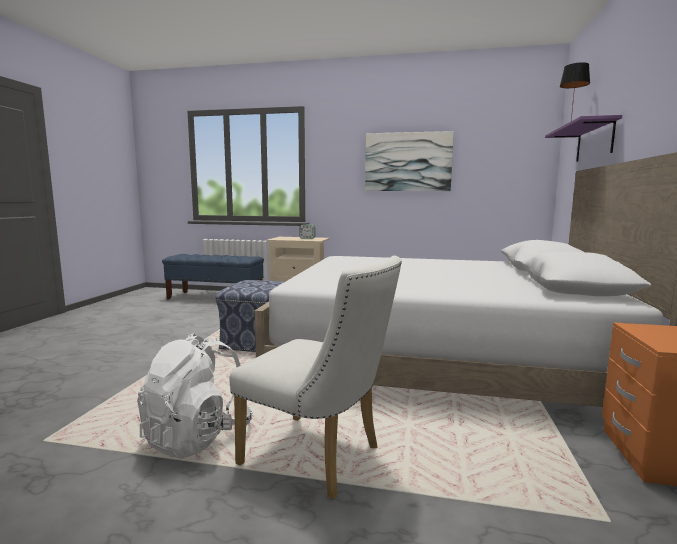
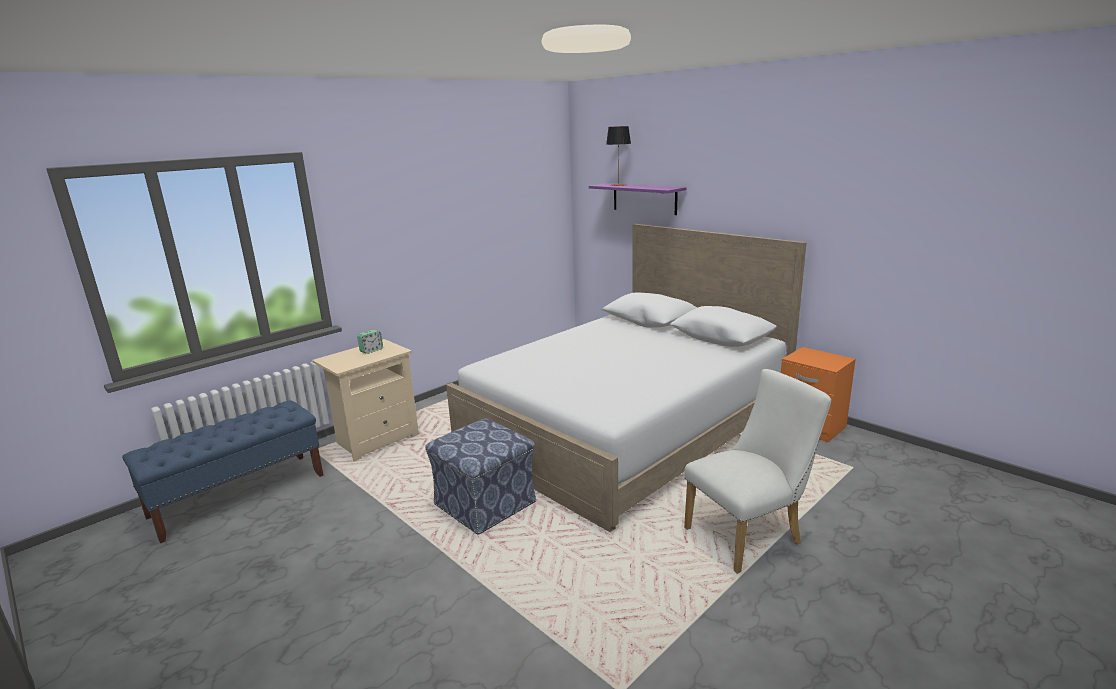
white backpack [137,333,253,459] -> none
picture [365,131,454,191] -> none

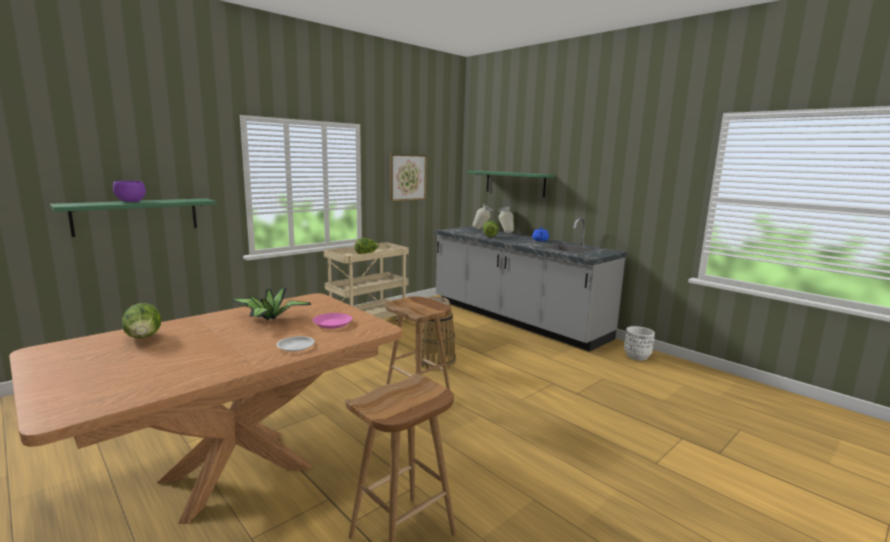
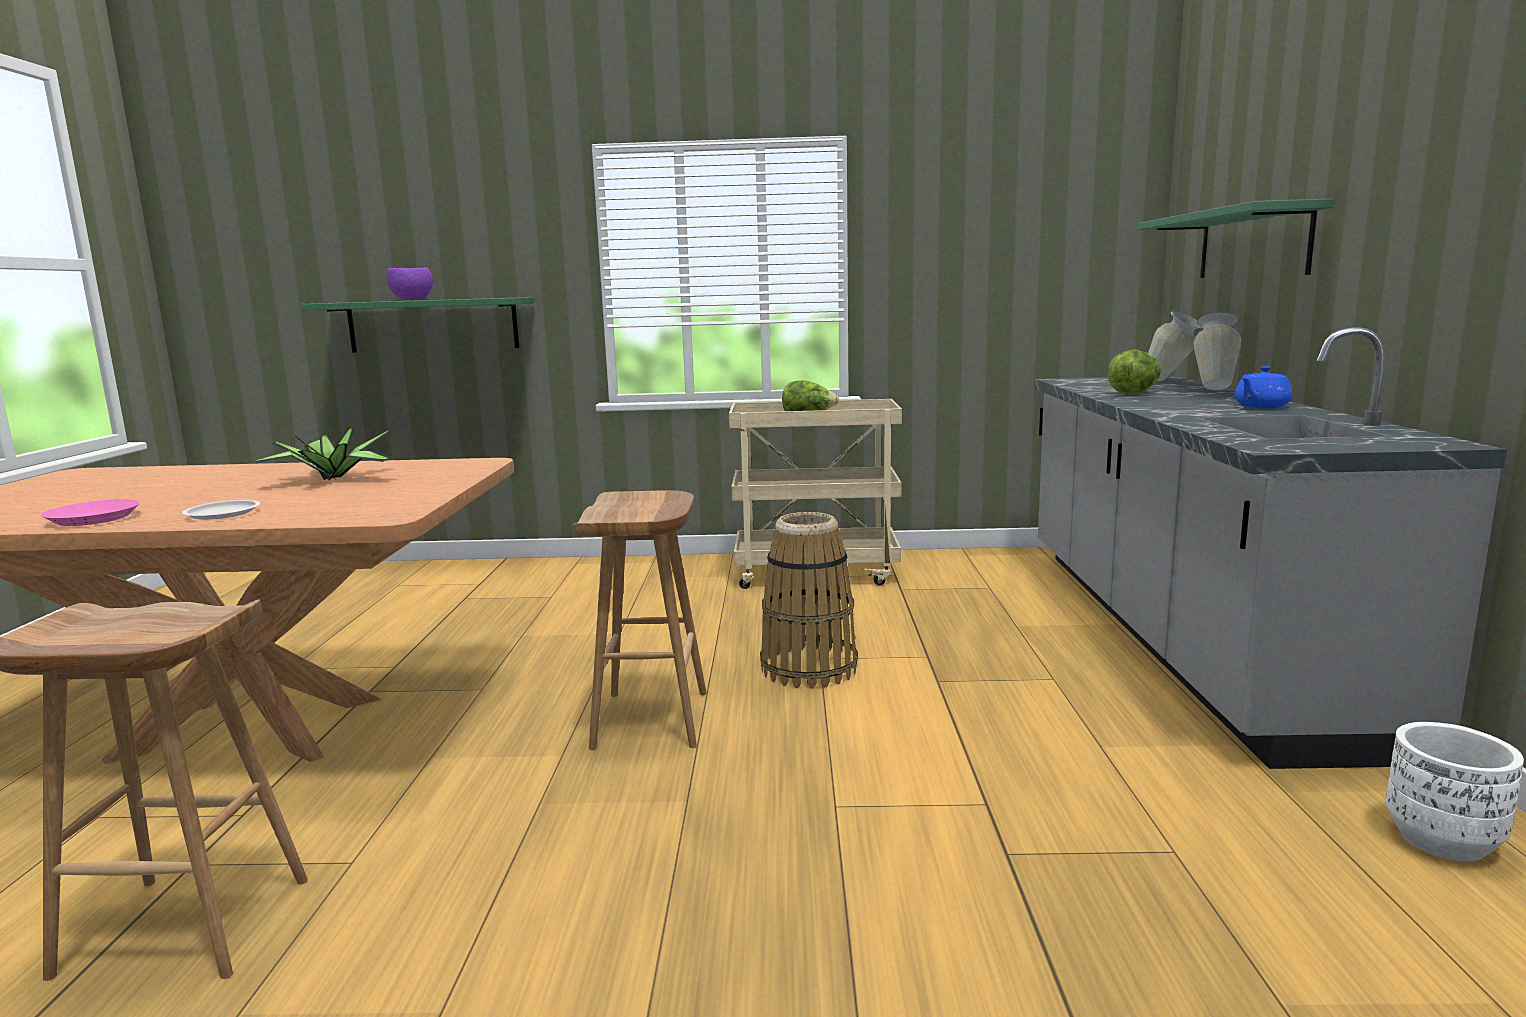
lettuce [122,303,161,338] -> none
pink plate [313,313,352,329] -> pink plate [41,499,140,526], moved
picture [390,154,427,201] -> none

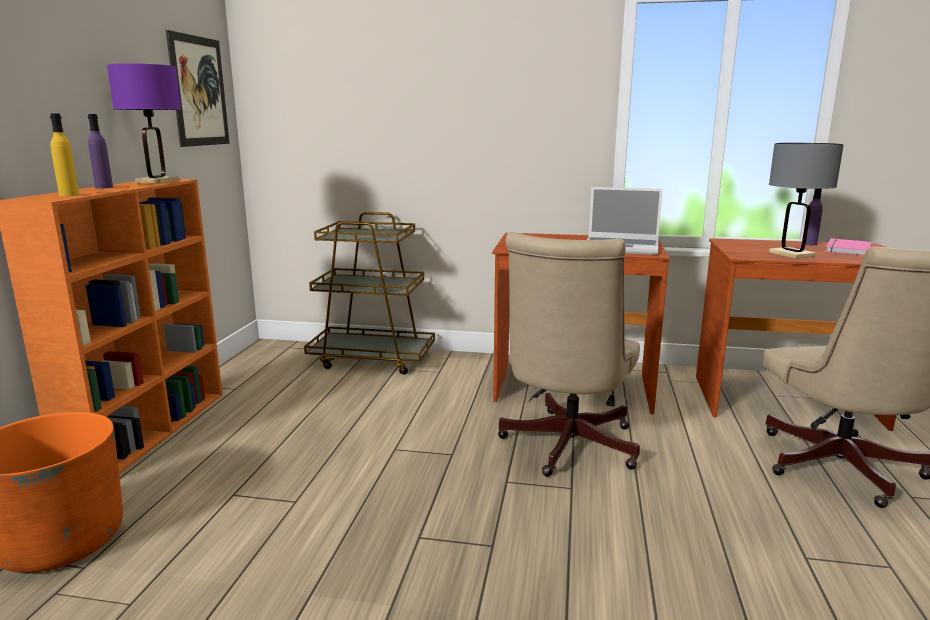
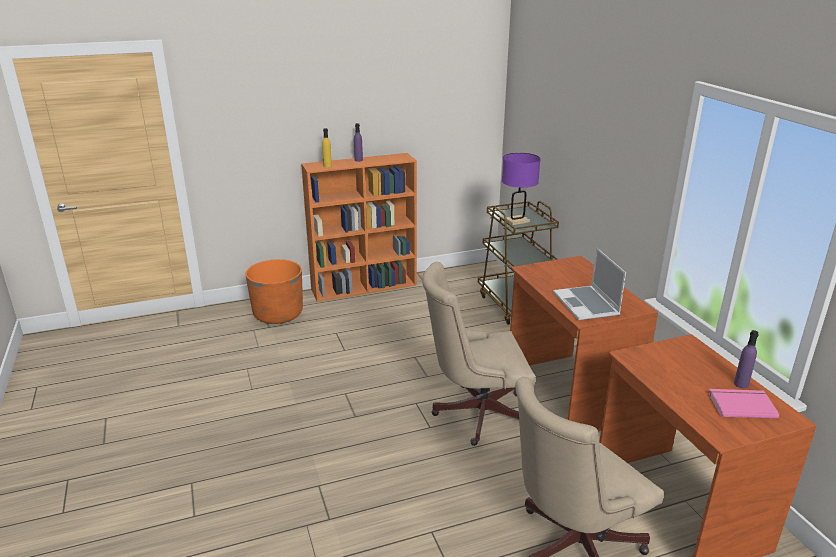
purple table lamp [107,63,181,183] -> purple table lamp [502,153,540,225], moved
picture [166,30,230,147] -> none
grey table lamp [769,143,844,259] -> none

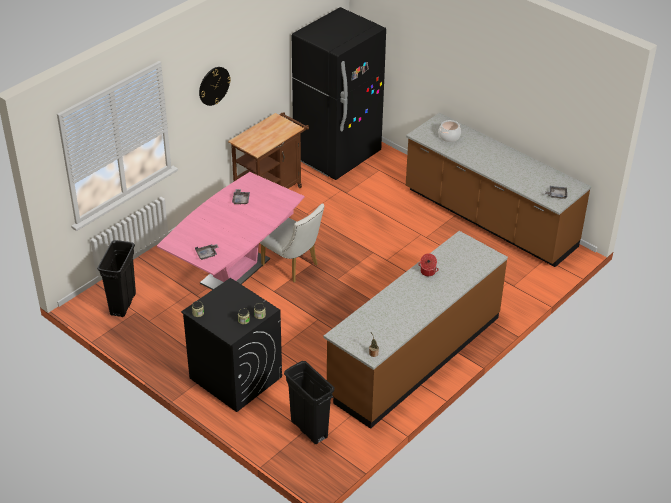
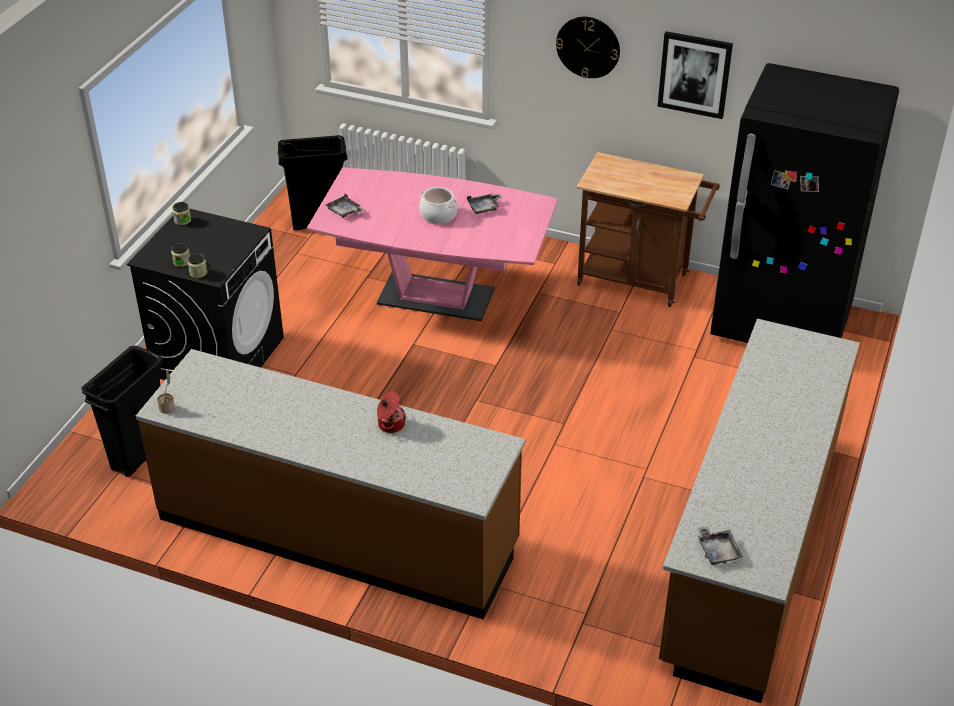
white chair [260,204,324,282] -> none
cooking pot [438,120,461,142] -> cooking pot [419,187,458,224], moved
none -> picture [658,31,733,119]

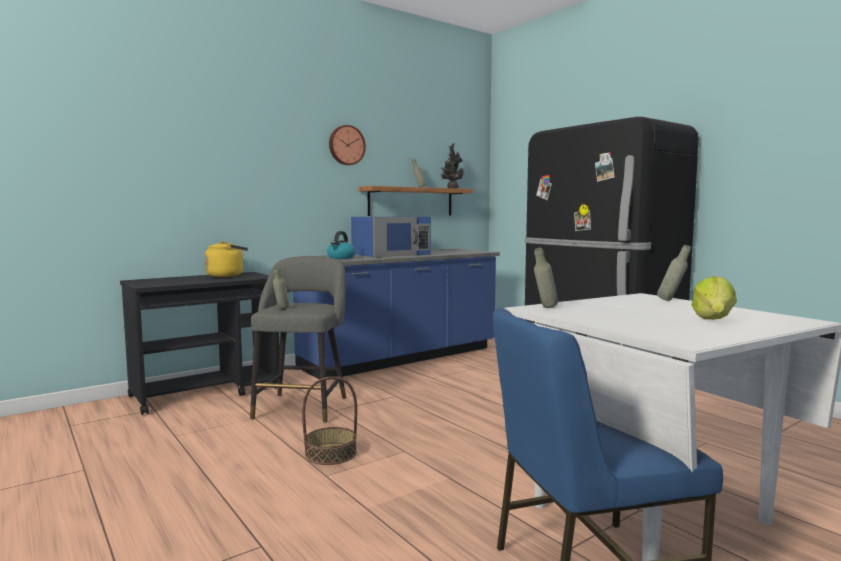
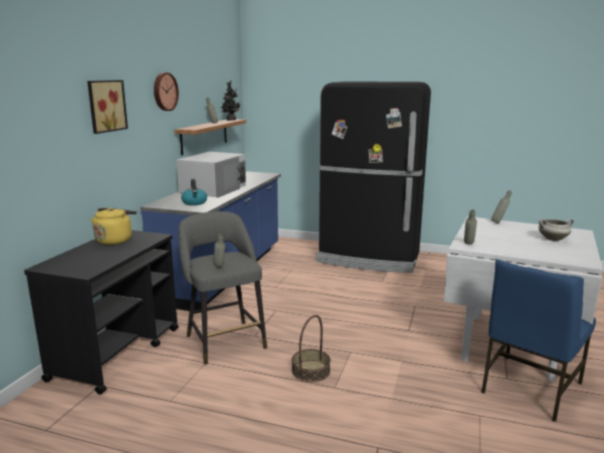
blue microwave [351,217,431,258] -> white microwave [176,152,246,198]
lettuce [692,276,737,320] -> white cooking pot [538,218,574,241]
none -> picture [87,80,128,134]

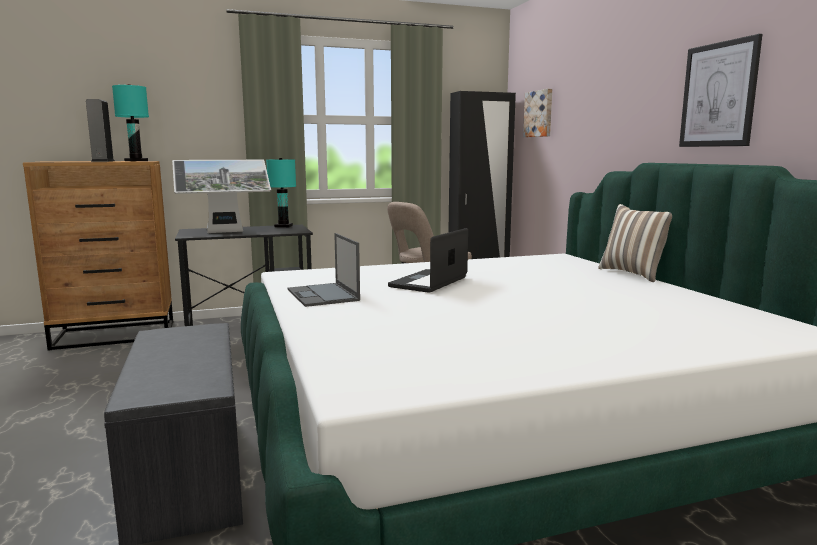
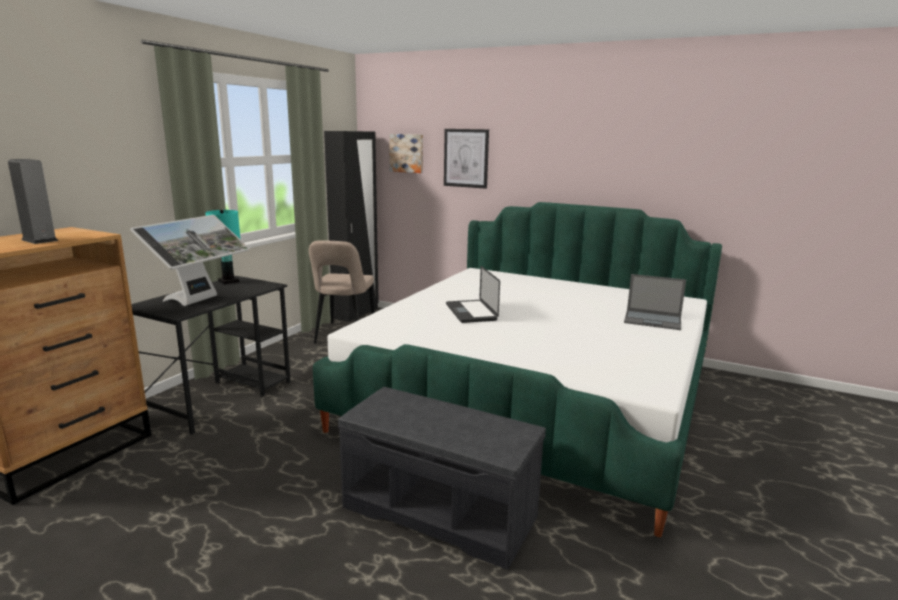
turquoise table lamp [112,85,149,161] -> none
laptop [288,233,360,307] -> laptop [624,274,686,330], moved
pillow [598,204,672,282] -> none
picture [679,34,762,147] -> picture [444,129,489,189], moved

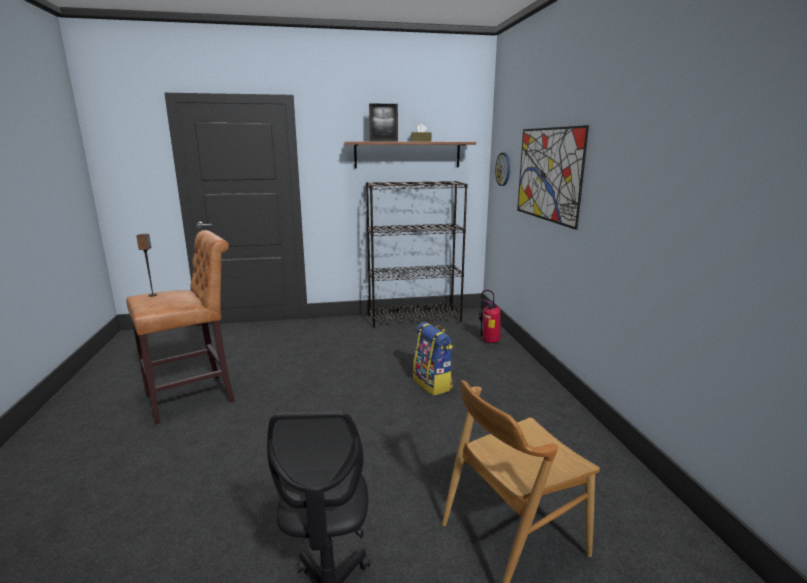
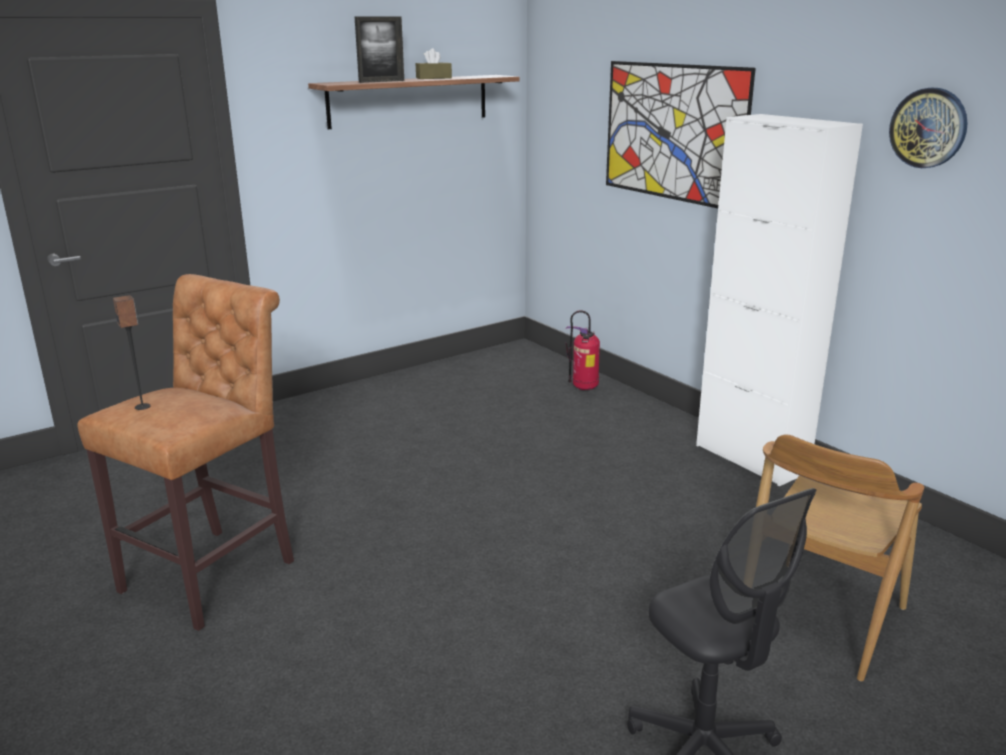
black bookcase [366,181,468,328] -> none
backpack [413,322,453,396] -> none
wall clock [495,152,510,186] -> wall clock [889,88,968,168], moved
none -> white cabinet [696,114,863,486]

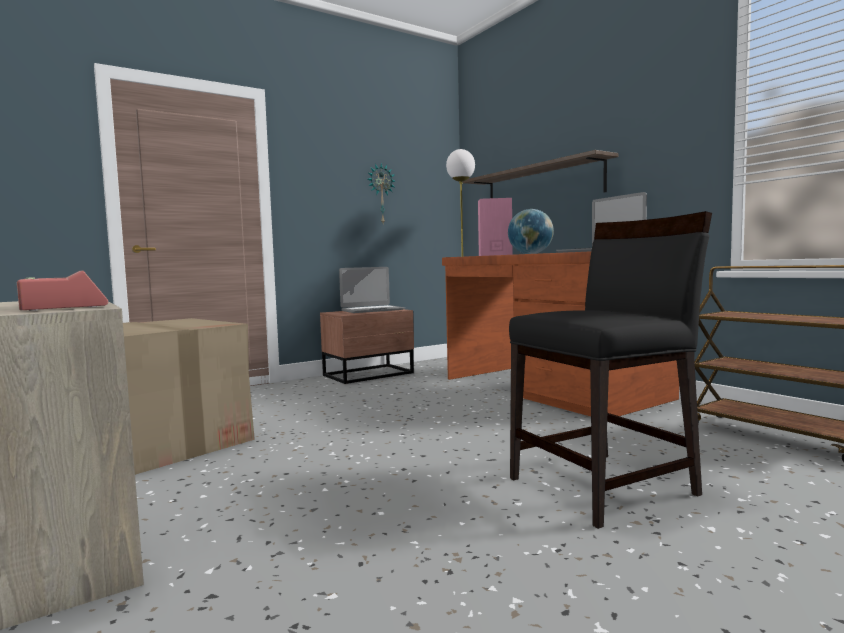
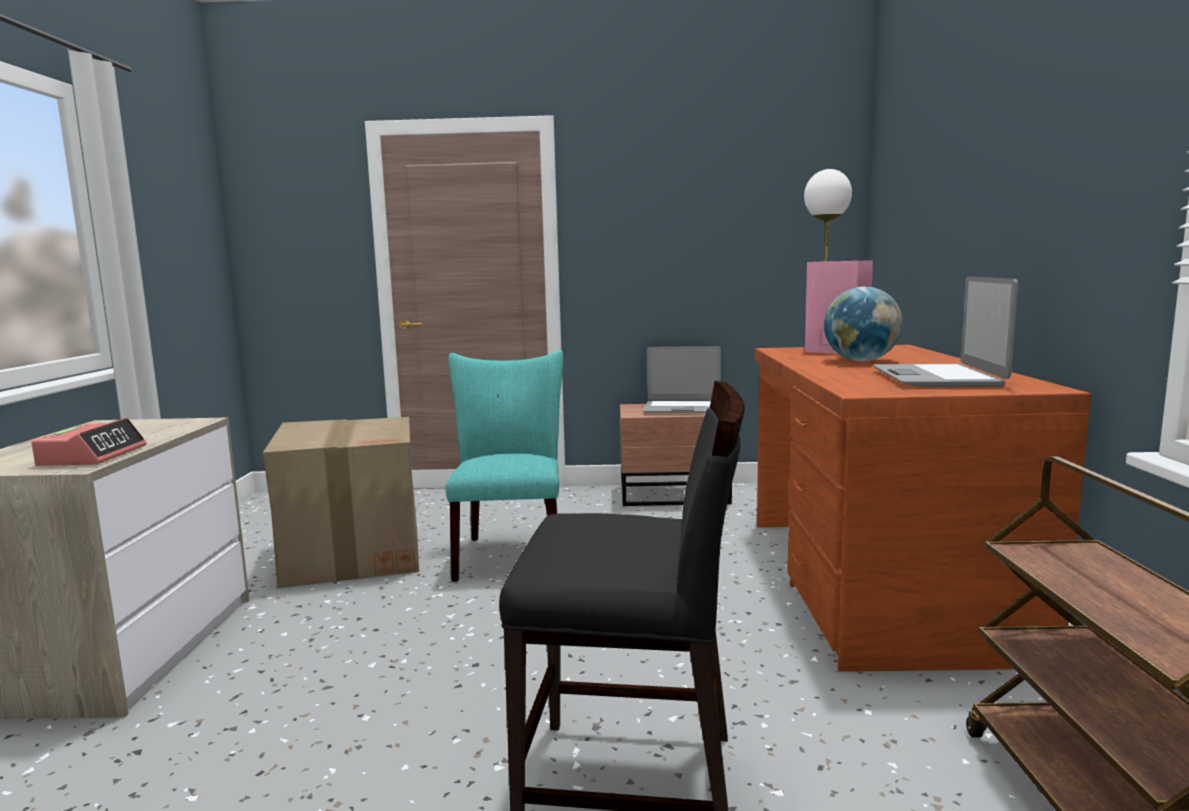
wall clock [367,163,395,223] -> none
shelf [463,150,618,198] -> none
none -> turquoise chair [445,350,563,582]

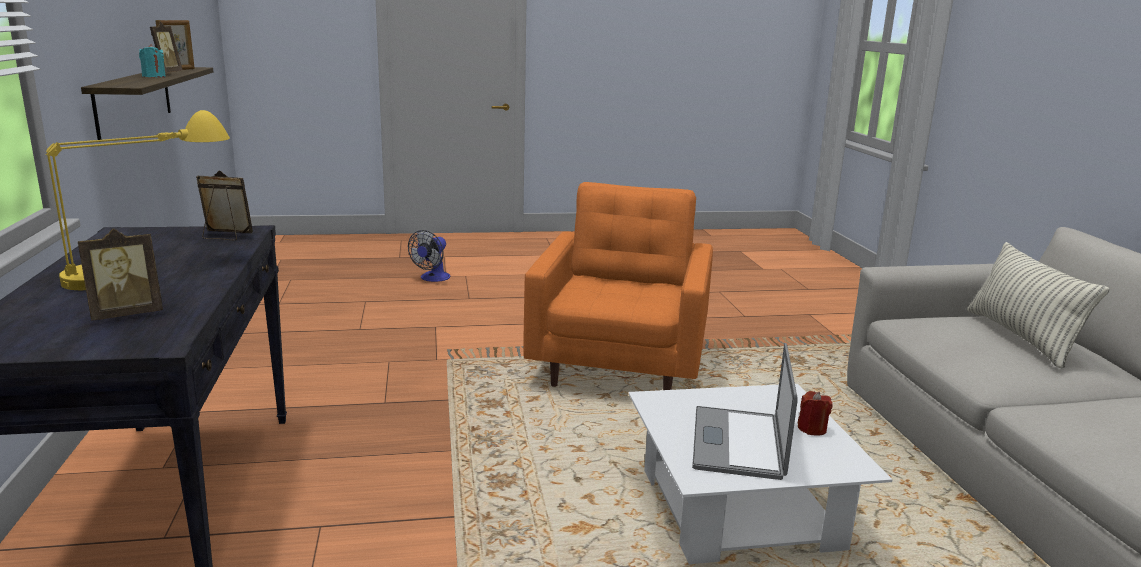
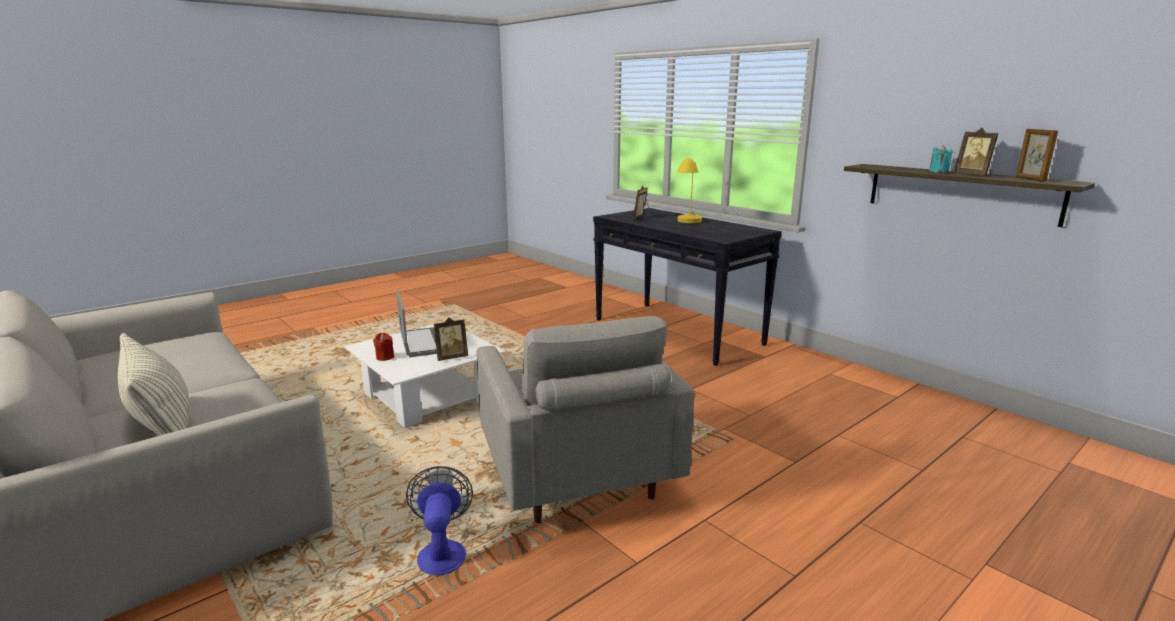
picture frame [196,170,253,240] -> picture frame [434,318,468,361], moved
fan [408,230,450,282] -> fan [406,466,473,575], moved
orange armchair [523,182,713,390] -> grey armchair [476,316,695,523]

